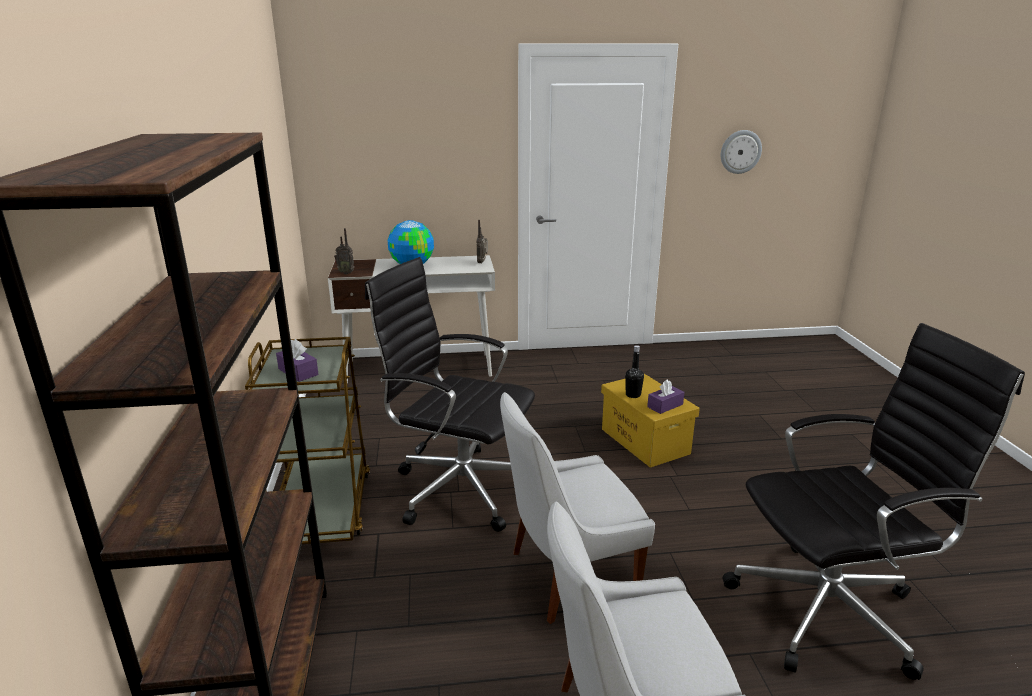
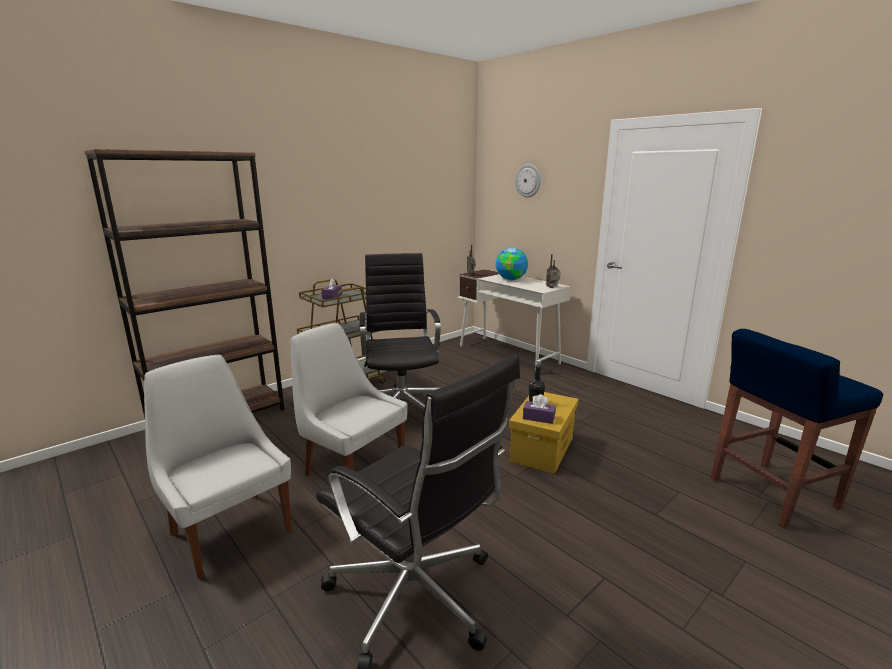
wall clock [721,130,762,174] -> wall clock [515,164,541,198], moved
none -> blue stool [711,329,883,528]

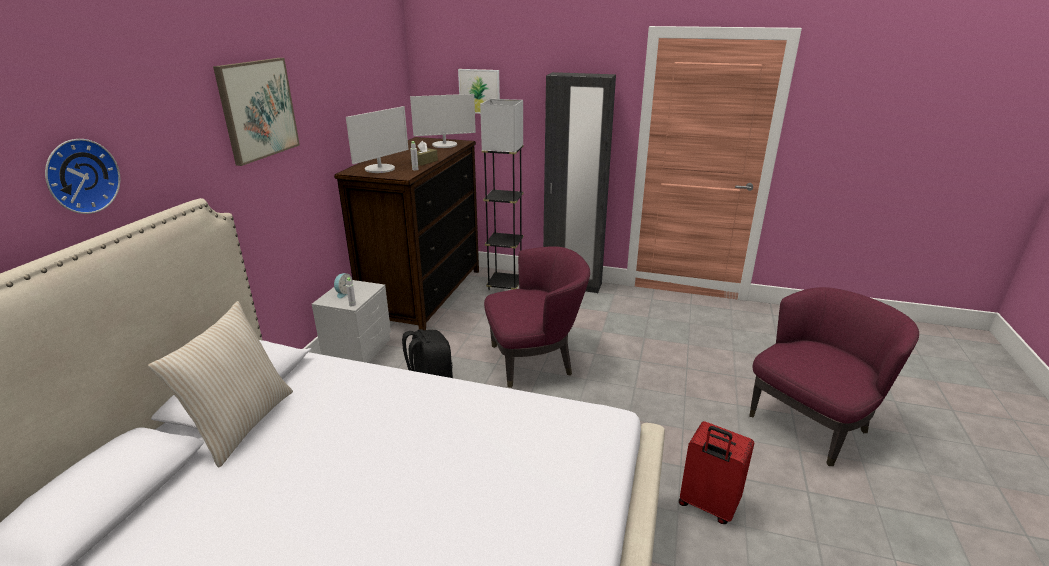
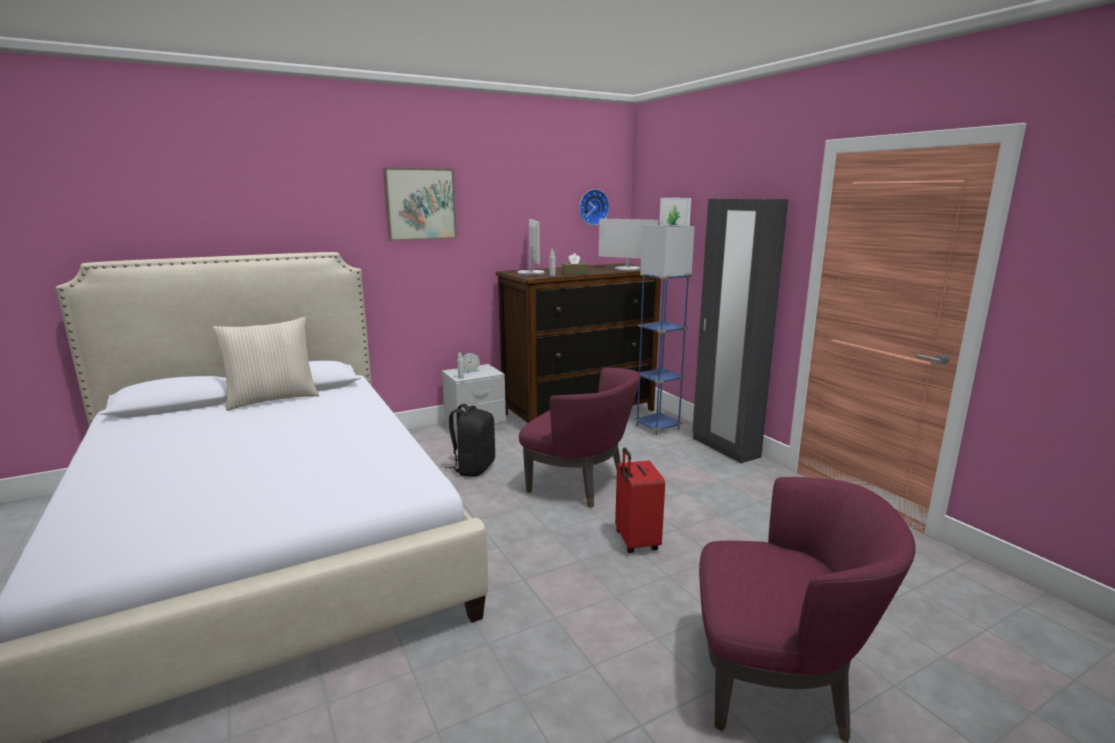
wall clock [45,139,120,214] -> wall clock [579,189,609,226], moved
monitor [346,106,409,173] -> monitor [518,219,545,275], 90 degrees counterclockwise
grey floor lamp [480,99,524,291] -> blue floor lamp [634,225,695,435]
red suitcase [679,421,754,524] -> red suitcase [615,448,665,553], moved

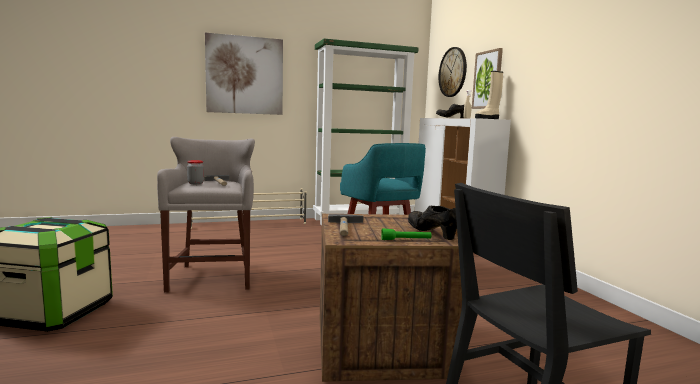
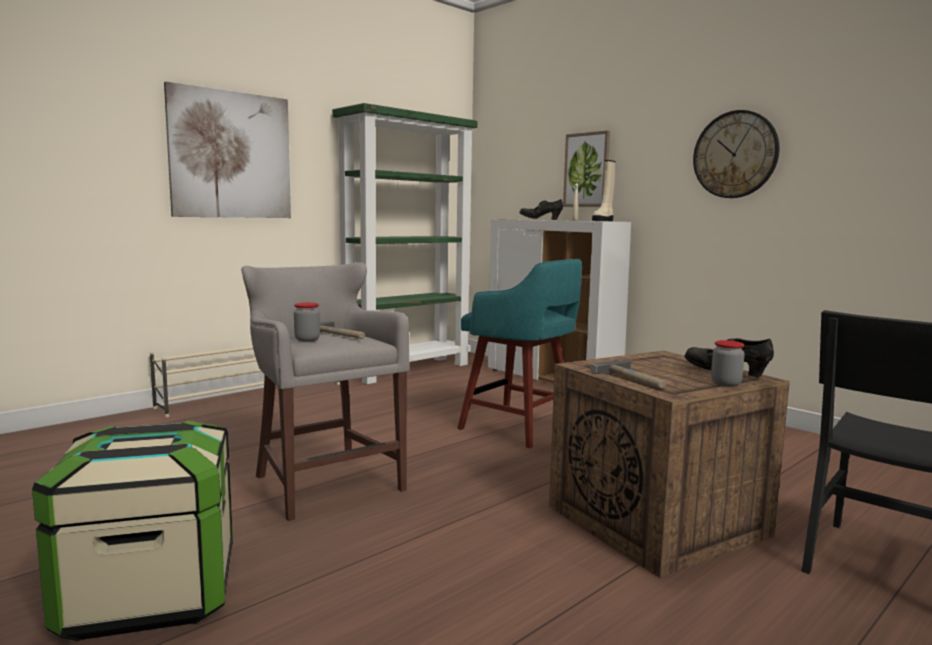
green flashlight [381,228,431,240] -> jar [711,340,745,387]
wall clock [439,47,467,97] -> wall clock [693,110,780,198], moved

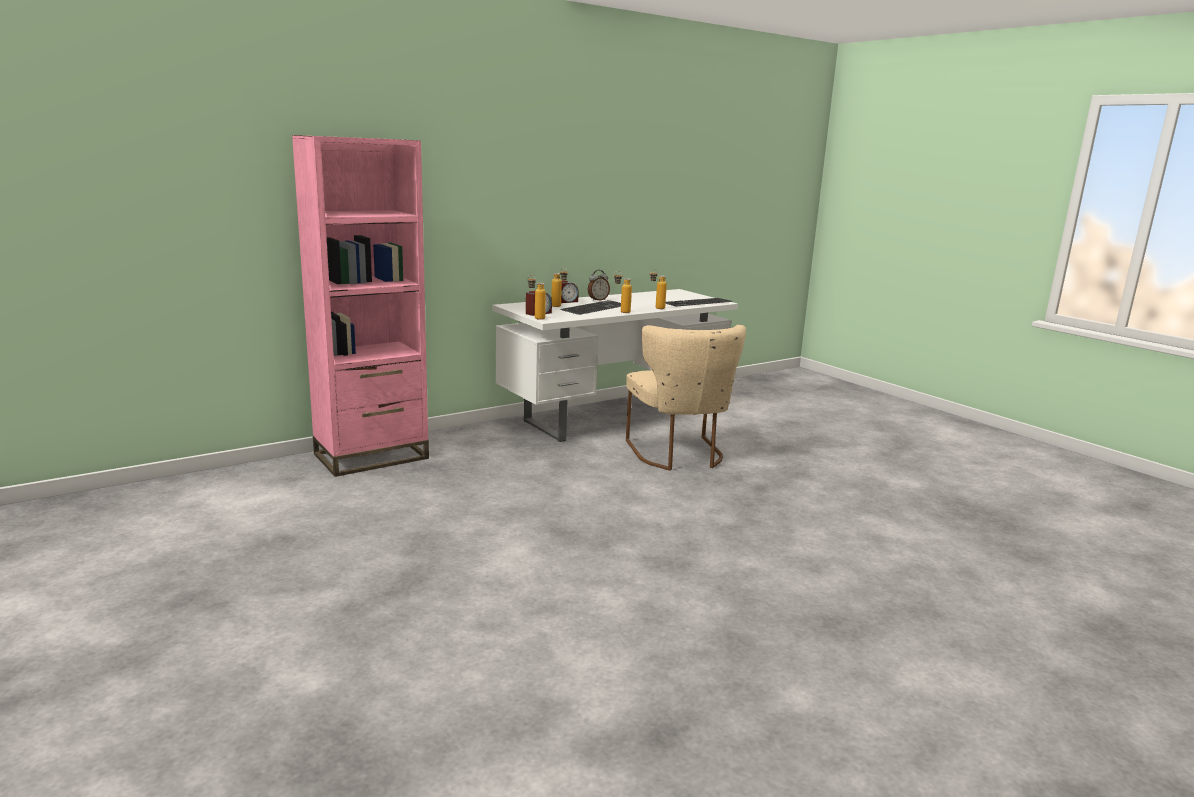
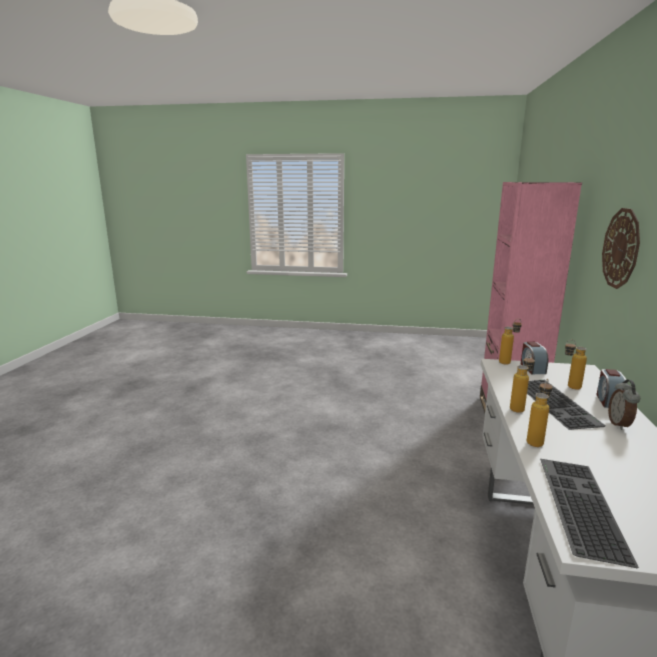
beige chair [626,325,746,471] -> none
none -> wall clock [602,208,640,289]

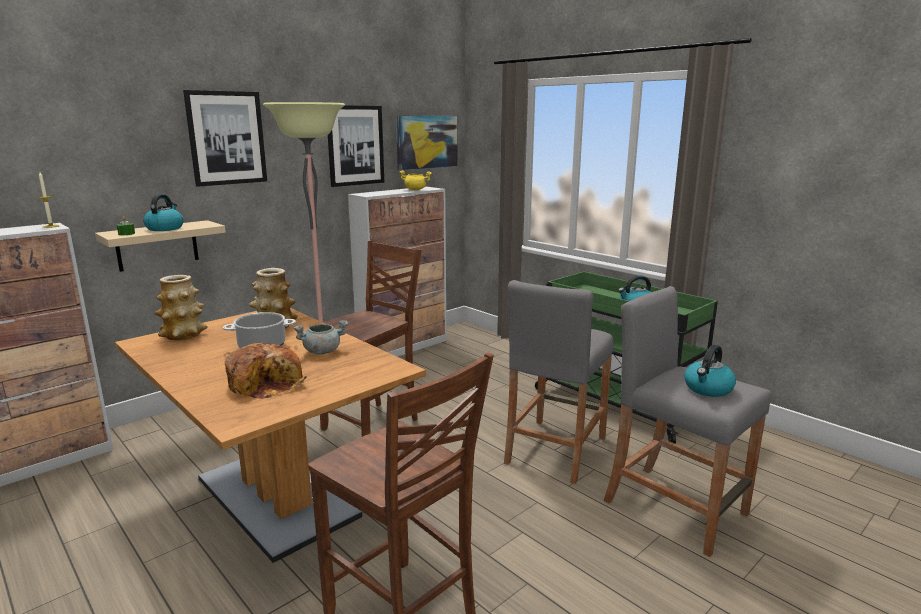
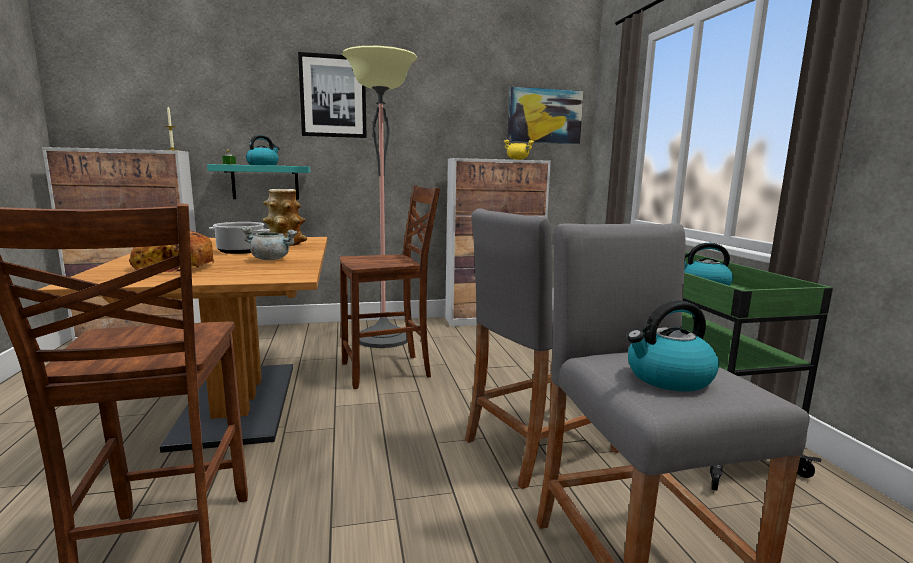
beige shelf [95,220,226,272] -> turquoise shelf [207,164,310,200]
vase [155,275,208,340] -> none
picture [328,105,384,187] -> none

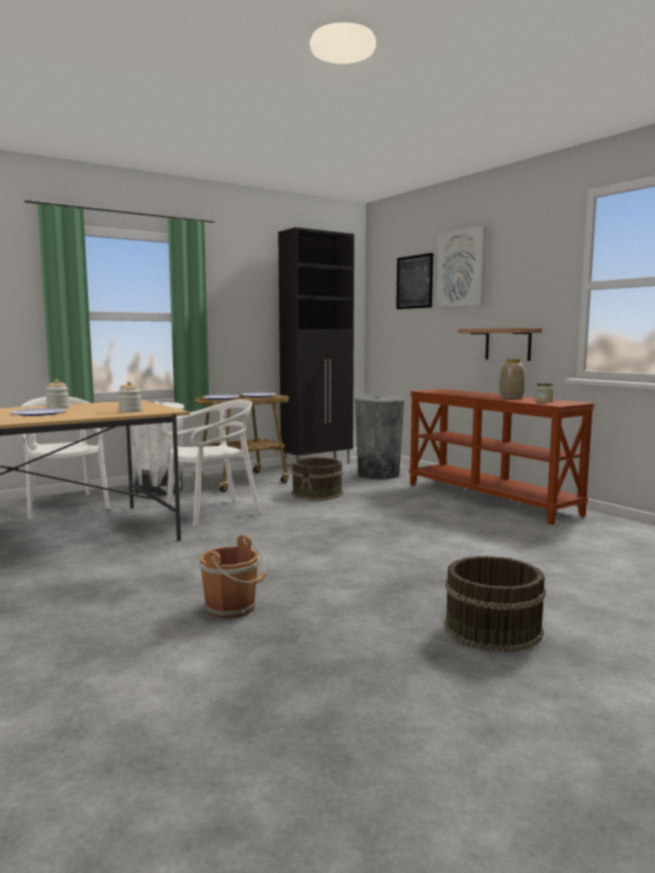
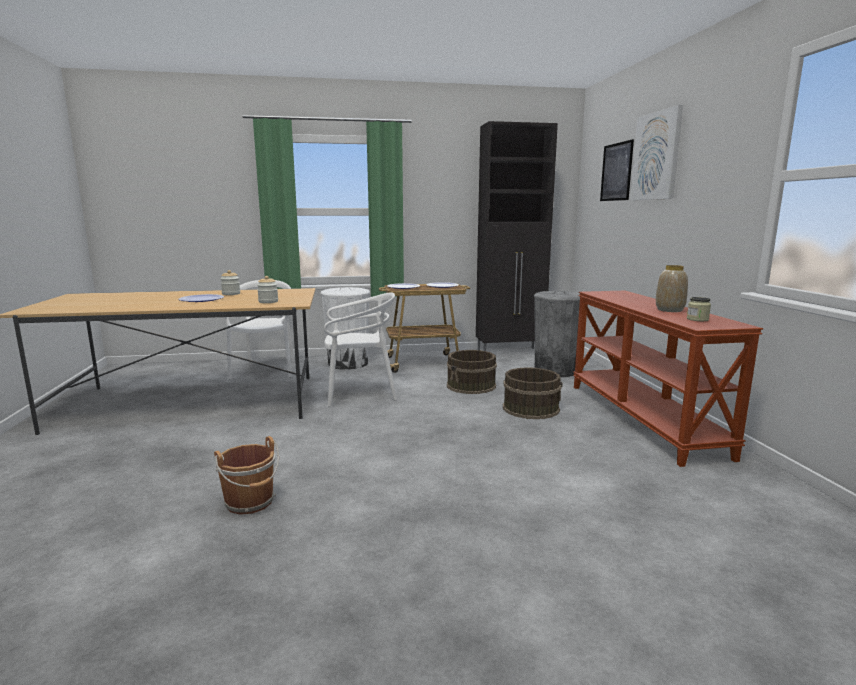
brown bucket [444,556,546,652] -> brown bucket [503,367,563,419], moved
shelf [458,328,542,361] -> none

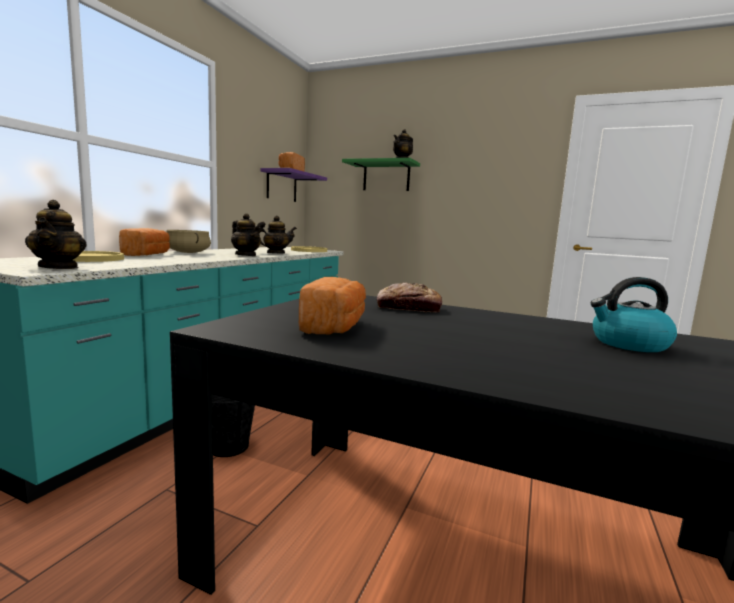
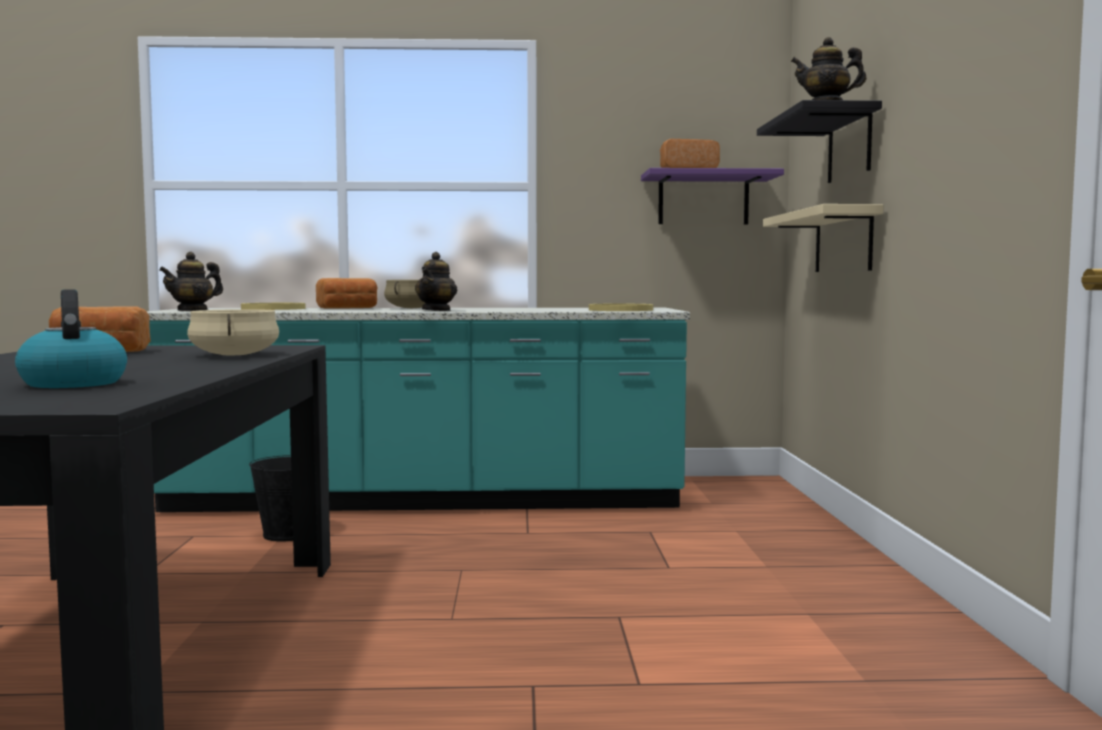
teapot [258,216,297,254] -> none
green shelf [342,158,420,191] -> black shelf [757,100,882,183]
bread [377,282,442,312] -> beige cooking pot [187,309,279,355]
none -> beige shelf [763,204,884,272]

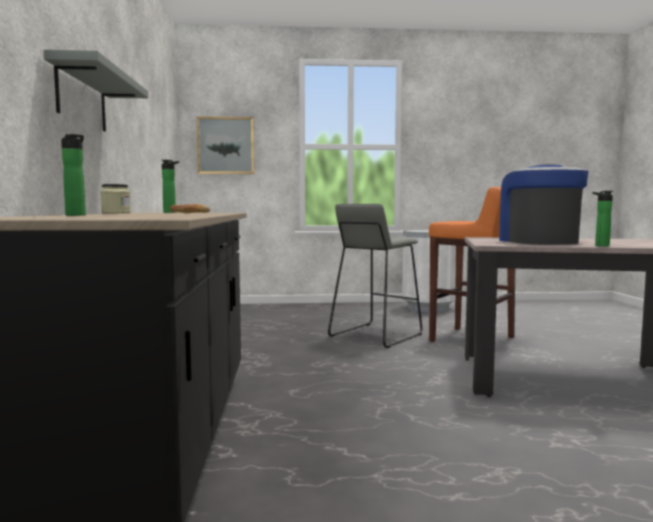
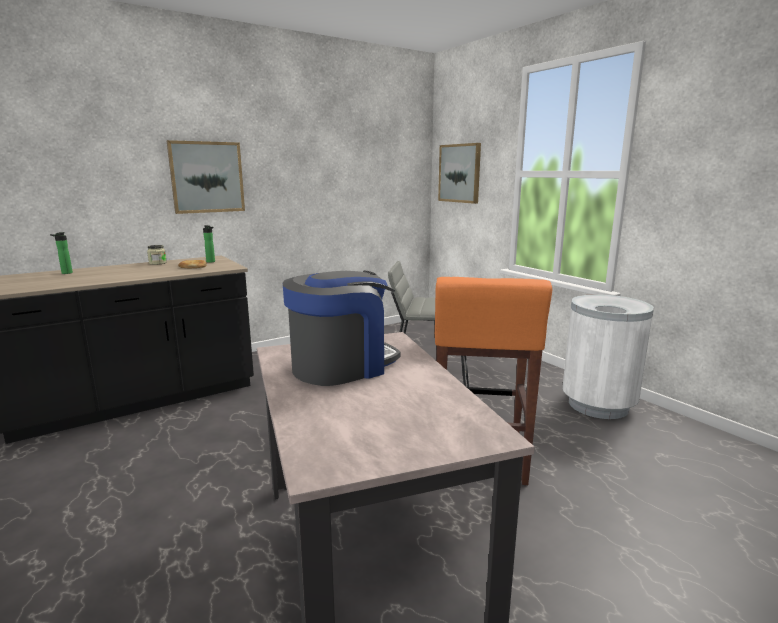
grey shelf [43,50,148,132] -> picture [167,140,245,214]
bottle [592,191,613,247] -> none

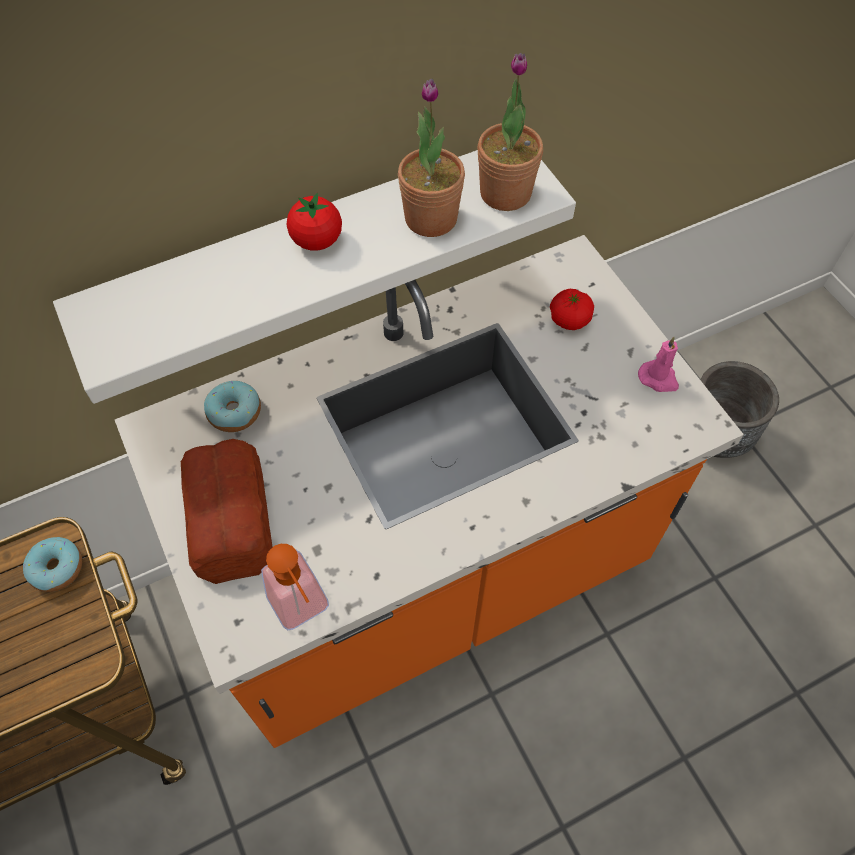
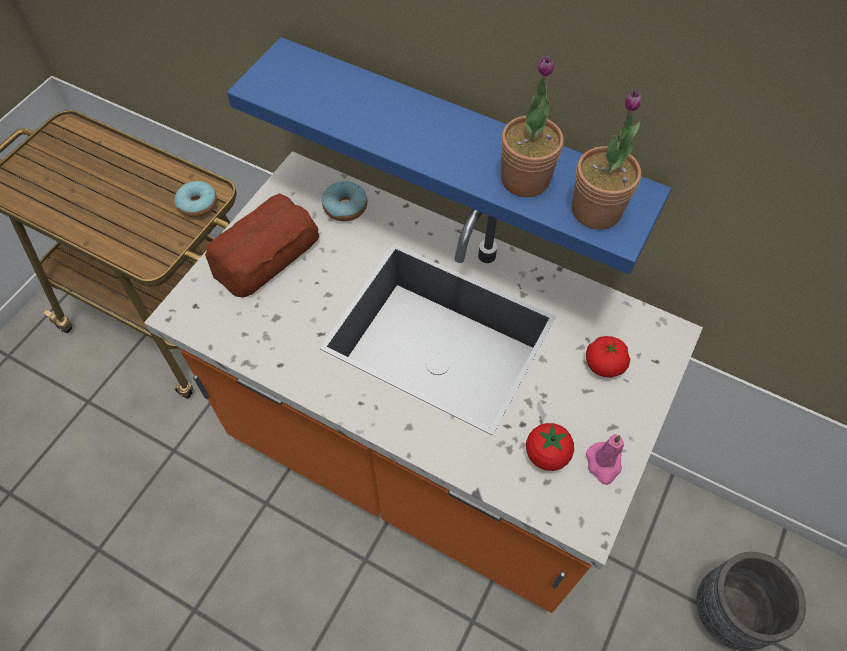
white shelf [53,150,576,404] -> blue shelf [227,37,671,274]
soap dispenser [261,544,329,630] -> none
tomato [287,193,342,251] -> tomato [526,423,574,471], moved

